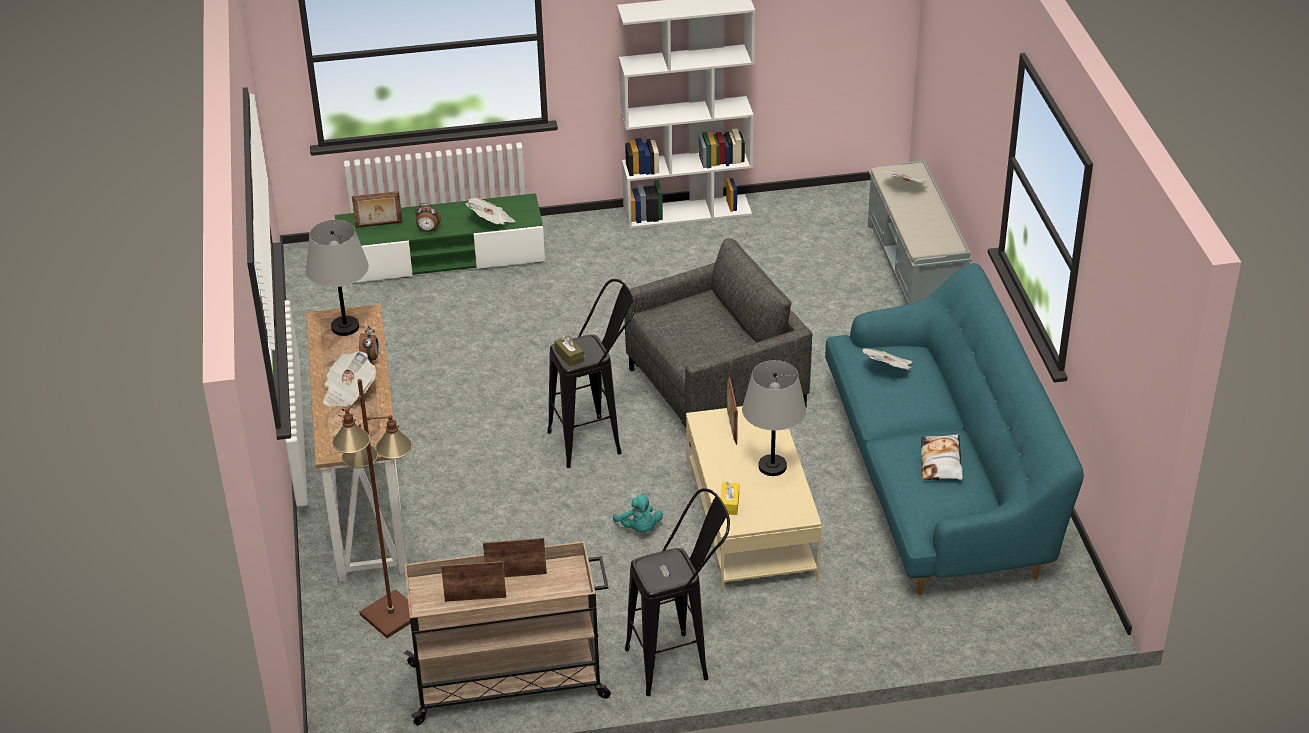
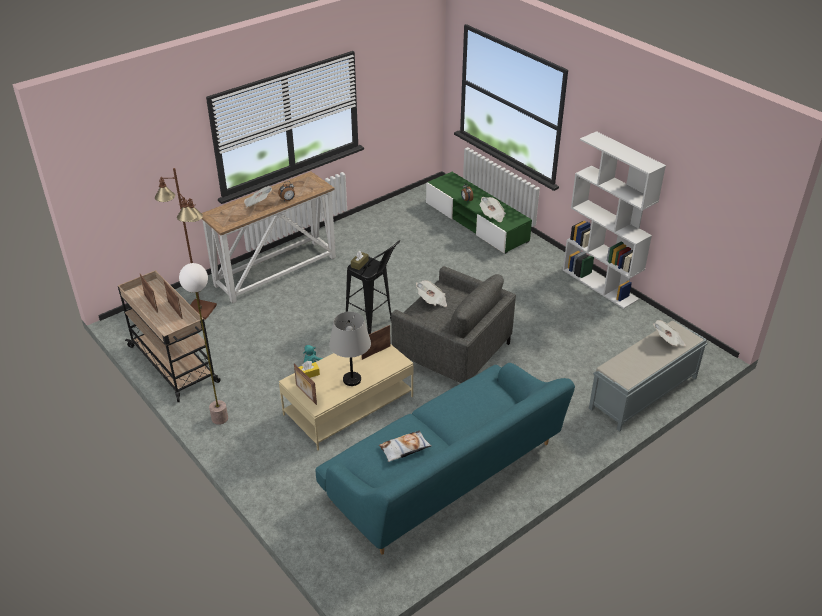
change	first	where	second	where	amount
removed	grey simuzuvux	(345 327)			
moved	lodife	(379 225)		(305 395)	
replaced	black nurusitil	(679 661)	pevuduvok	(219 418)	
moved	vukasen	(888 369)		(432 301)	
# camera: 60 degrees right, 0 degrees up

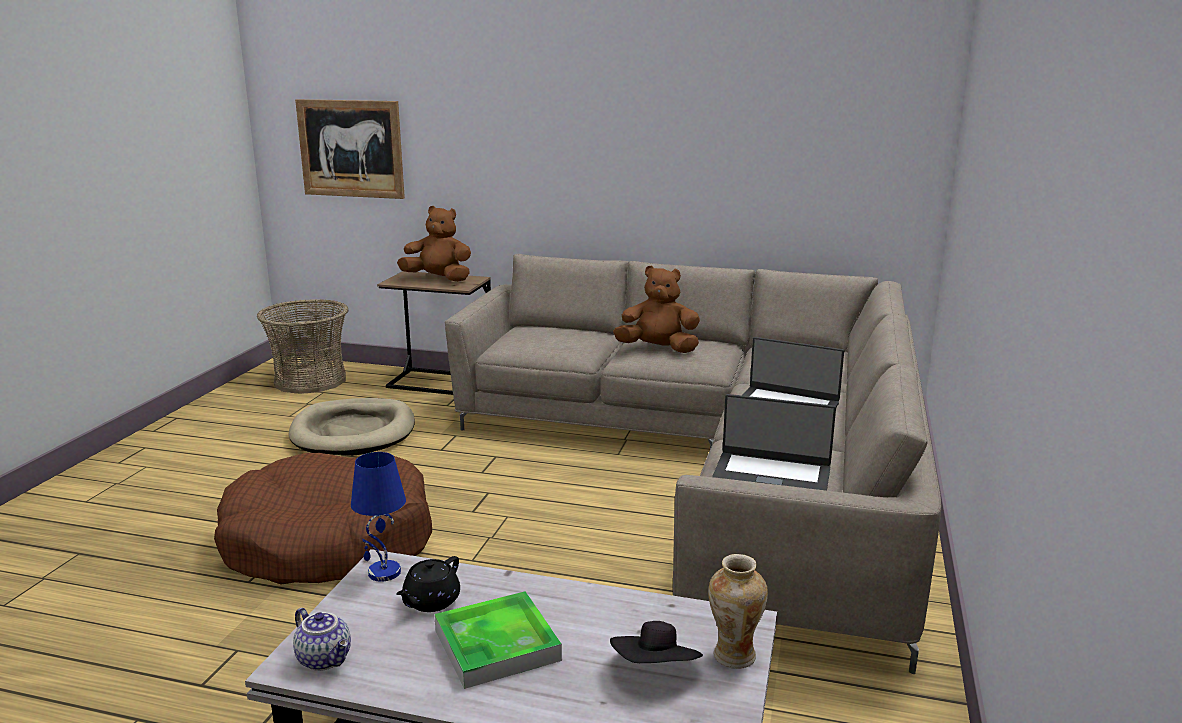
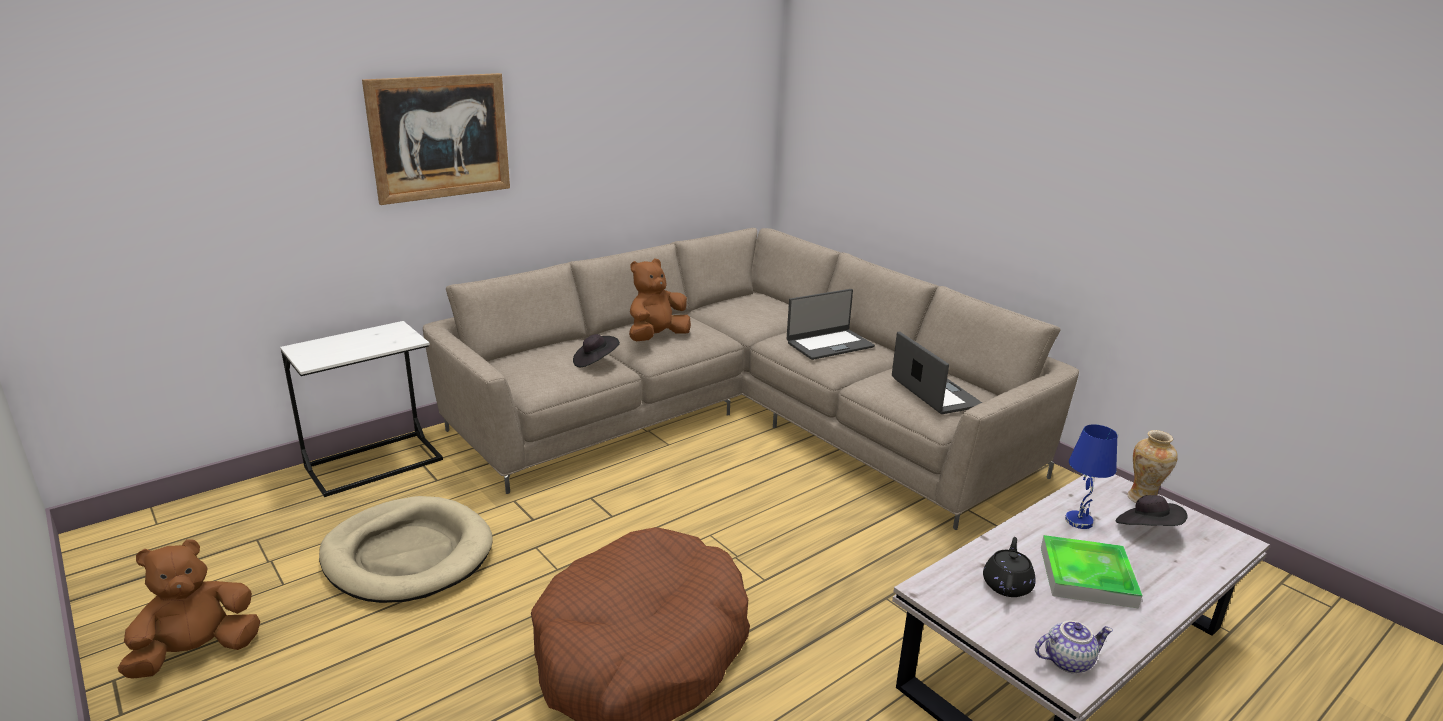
change	first	where	second	where	amount
removed	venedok	(310 380)			
moved	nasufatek	(351 148)		(440 137)	
moved	blue simuzuvux	(383 573)		(1079 521)	
recoloured	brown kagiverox	(441 383)	white kagiverox	(374 463)	
turned	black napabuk	(430 602)		(1007 584)	135 degrees counterclockwise
moved	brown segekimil	(438 279)		(197 653)	
turned	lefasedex	(771 474)		(934 393)	75 degrees counterclockwise
added			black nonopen	(595 362)	
# camera: 55 degrees left, 5 degrees up

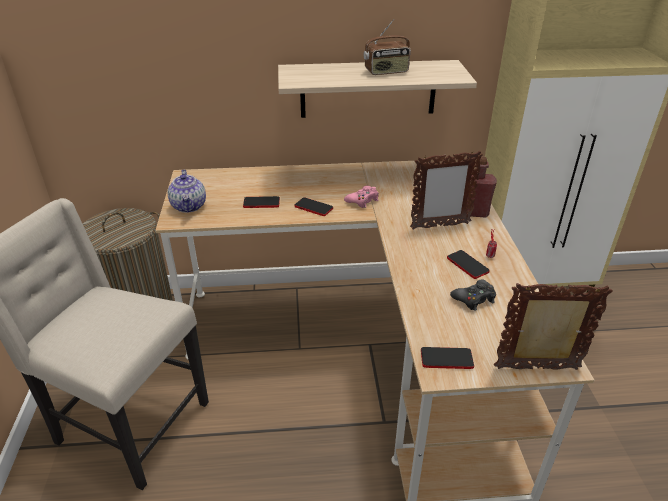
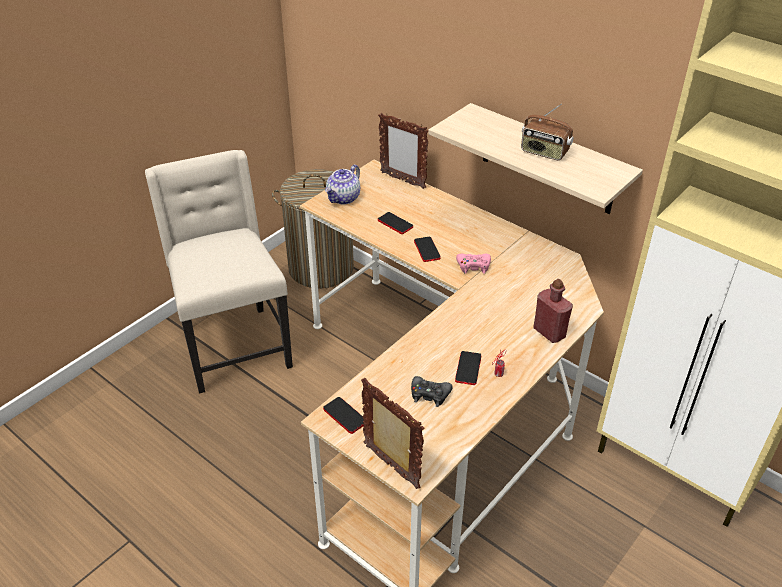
change	first	where	second	where	amount
moved	lodife	(439 226)		(402 180)	
# camera: 45 degrees right, 5 degrees up

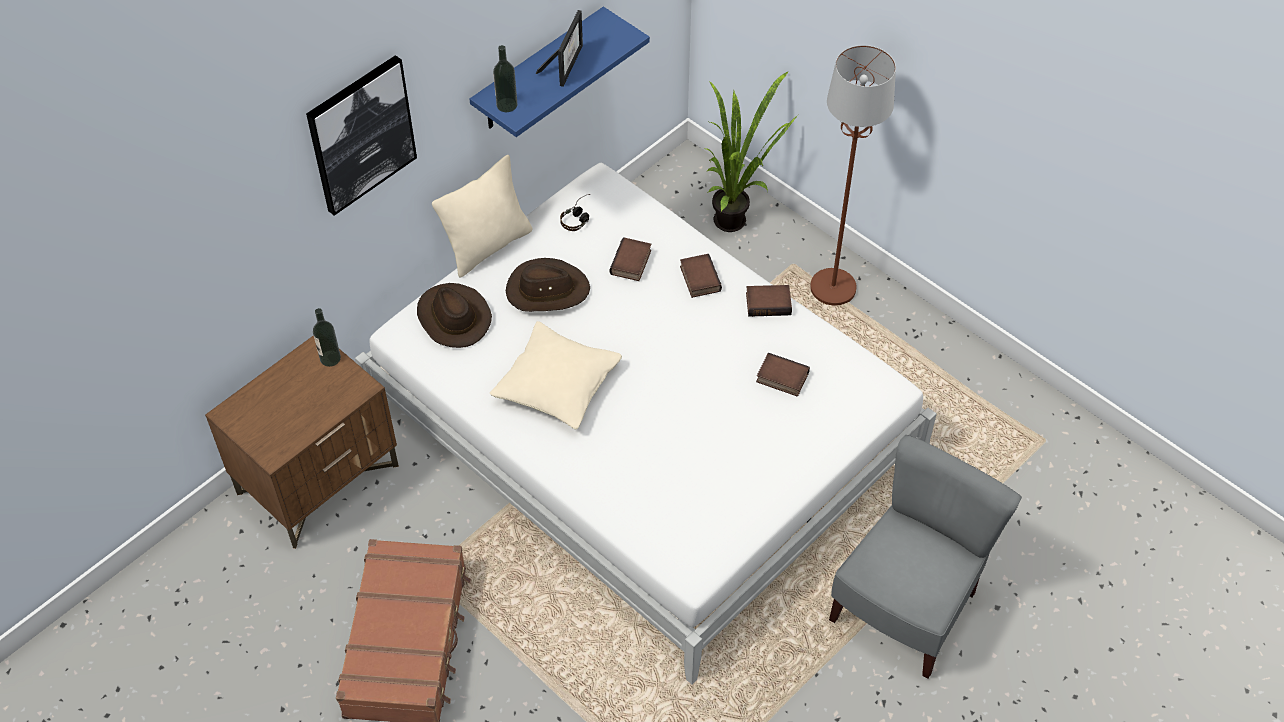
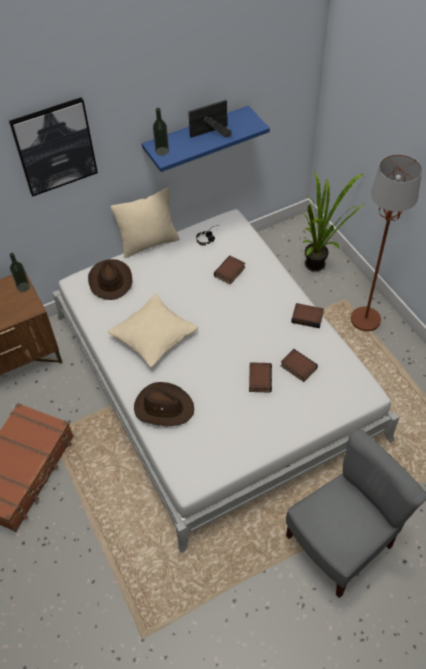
change	first	where	second	where	amount
moved	brown nonopen	(547 290)		(163 407)	
turned	lodife	(565 63)		(209 134)	150 degrees counterclockwise
moved	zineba	(698 278)		(259 379)	
# camera: 20 degrees right, 0 degrees up

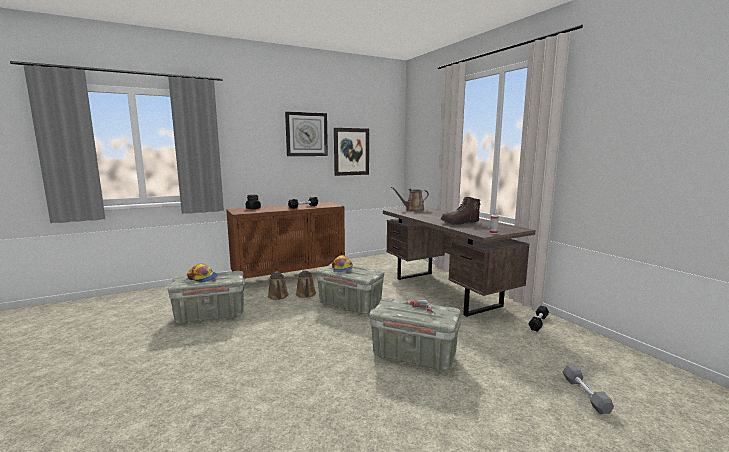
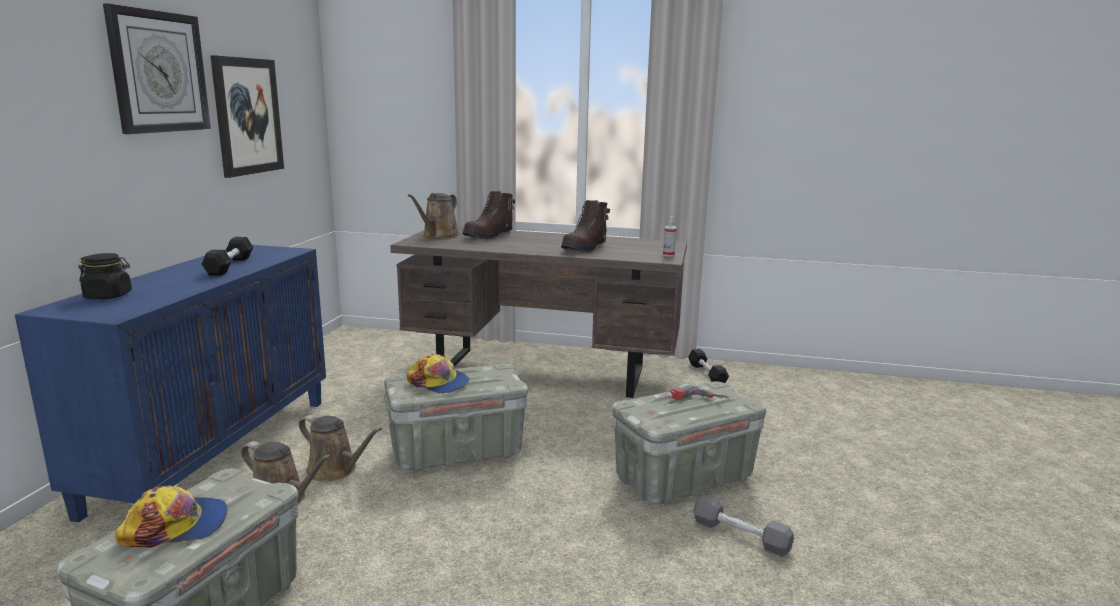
change	first	where	second	where	amount
recoloured	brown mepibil	(290 277)	blue mepibil	(215 451)	
moved	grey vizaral	(585 394)		(740 535)	
added			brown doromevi	(489 235)	
# camera: 50 degrees left, 5 degrees up

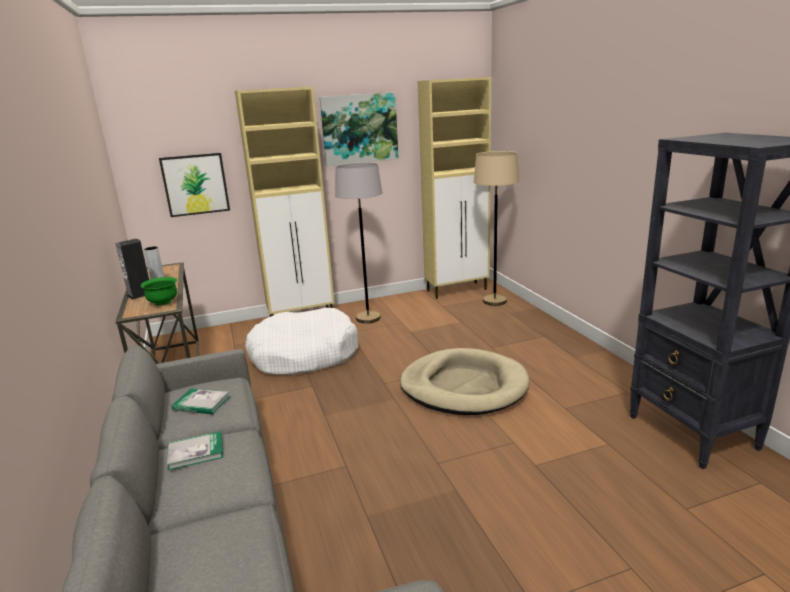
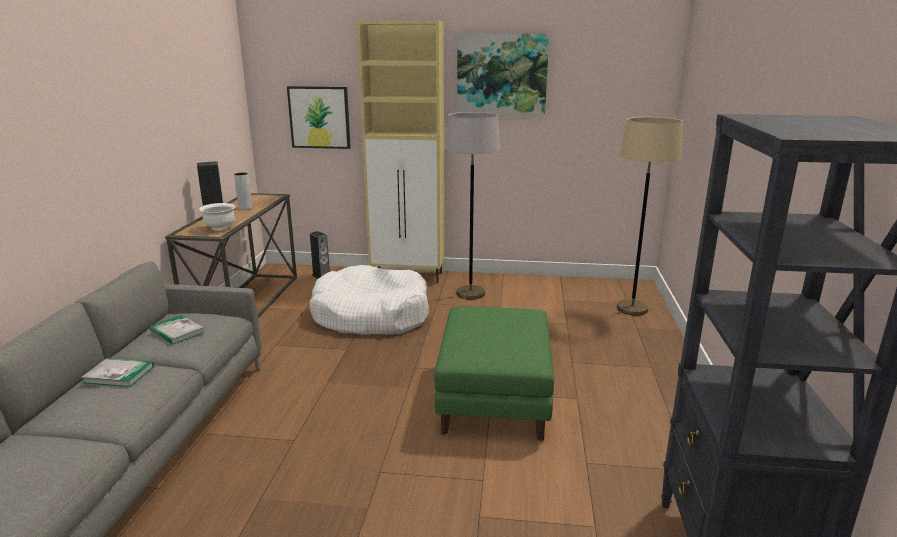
change	first	where	second	where	amount
recoloured	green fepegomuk	(163 302)	white fepegomuk	(220 228)	
replaced	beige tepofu	(463 386)	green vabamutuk	(493 397)	
removed	beige mepibil	(457 290)			
added			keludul	(321 276)	
# camera: 25 degrees right, 0 degrees up

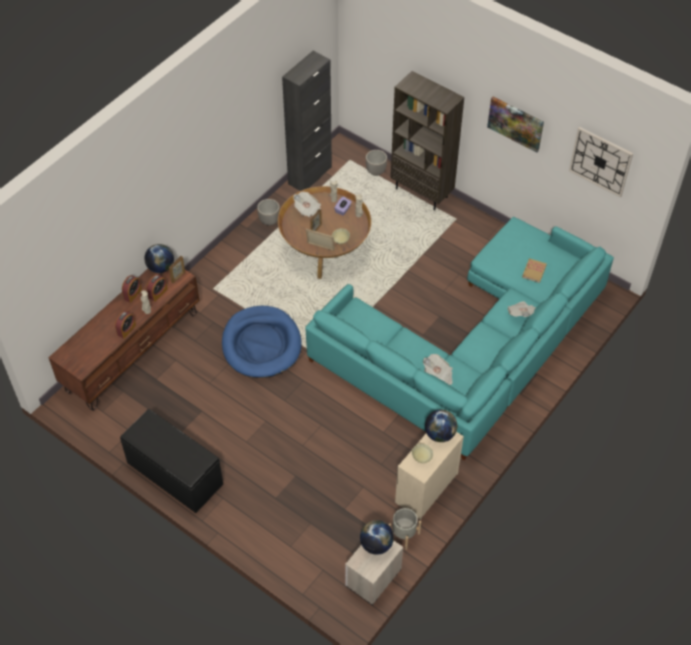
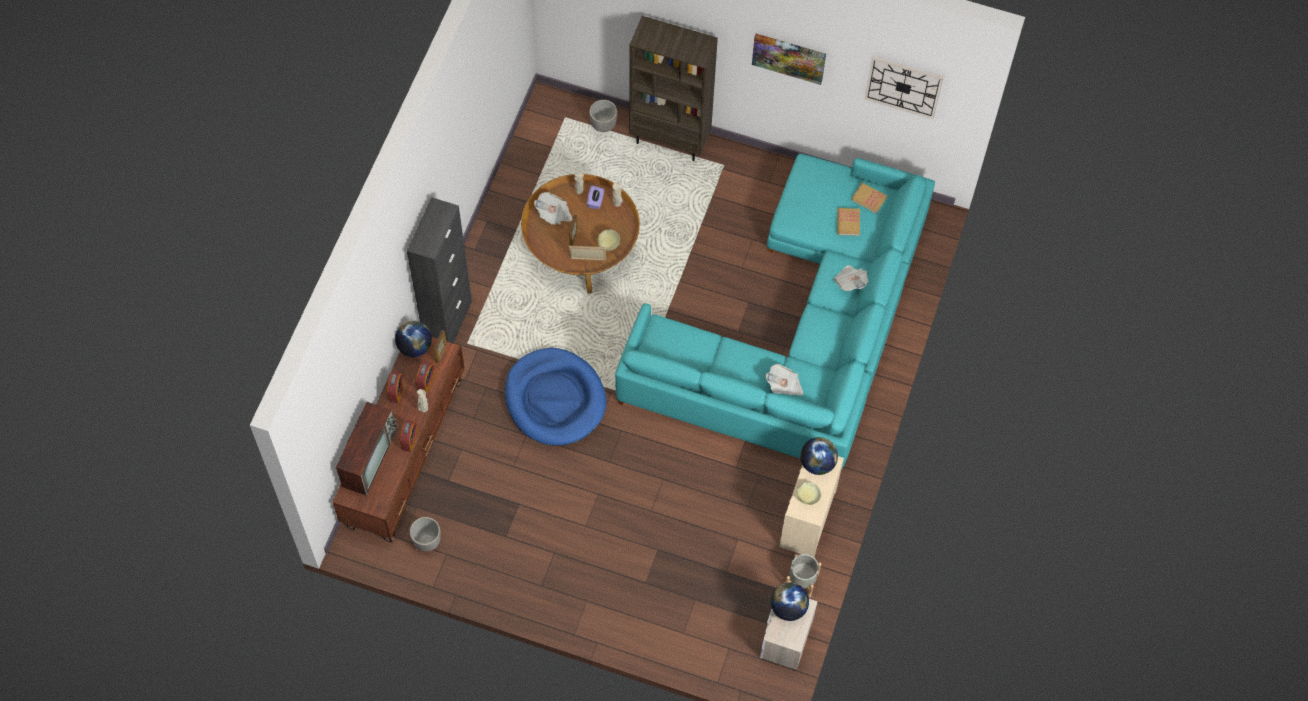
change	first	where	second	where	amount
removed	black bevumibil	(174 474)			
moved	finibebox	(269 221)		(427 542)	
moved	black mepibil	(310 175)		(448 322)	
added			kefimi	(369 457)	
added			zineba	(869 198)	
# camera: 20 degrees left, 10 degrees up

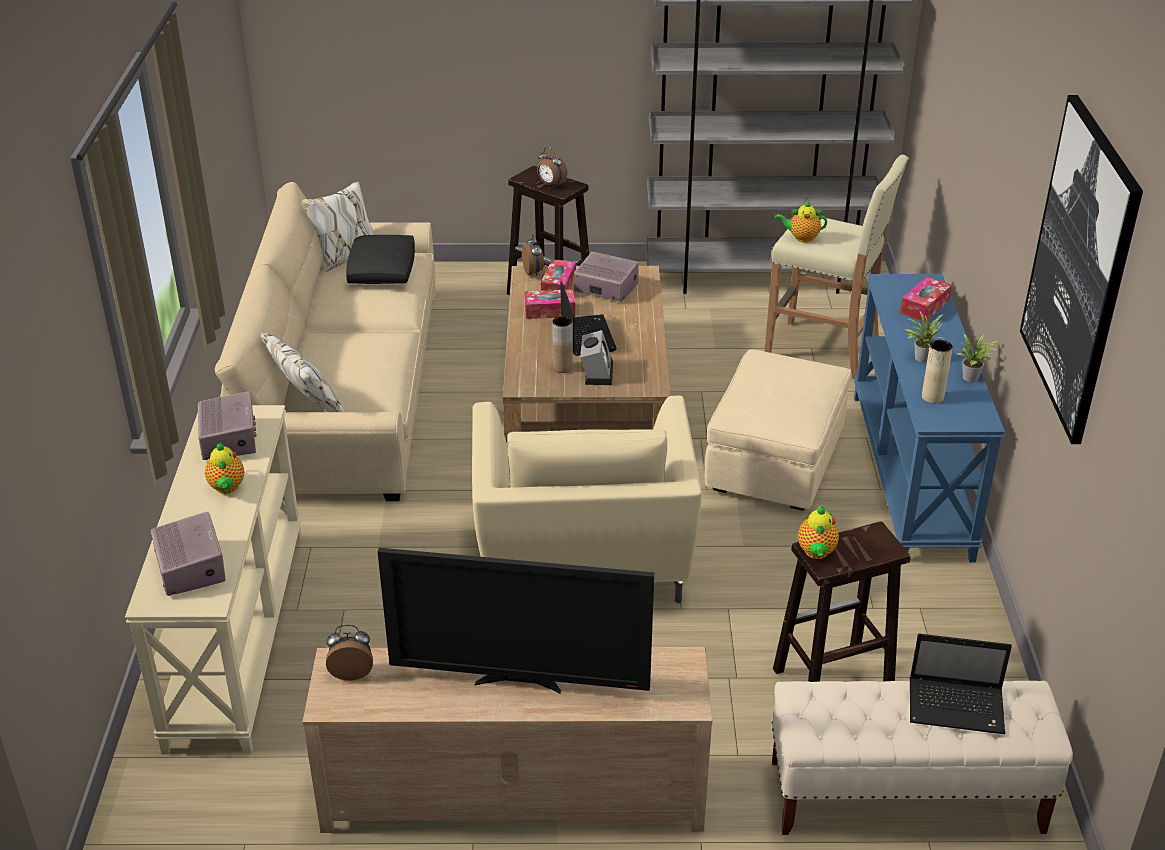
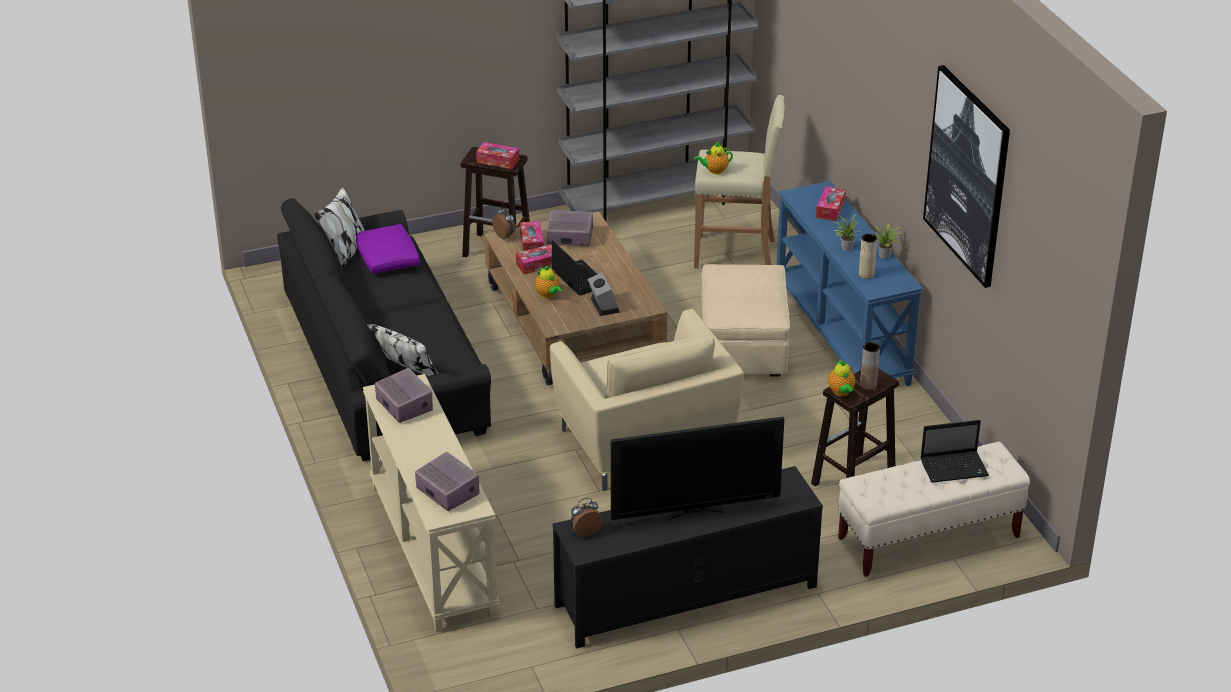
change	first	where	second	where	amount
moved	napabuk	(227 488)		(548 295)	
recoloured	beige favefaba	(343 391)	black favefaba	(384 362)	
recoloured	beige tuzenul	(512 793)	black tuzenul	(685 596)	
recoloured	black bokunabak	(382 270)	purple bokunabak	(387 258)	
replaced	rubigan	(551 184)	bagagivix	(498 161)	
moved	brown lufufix	(562 368)		(868 385)	
# camera: 20 degrees left, 0 degrees up

